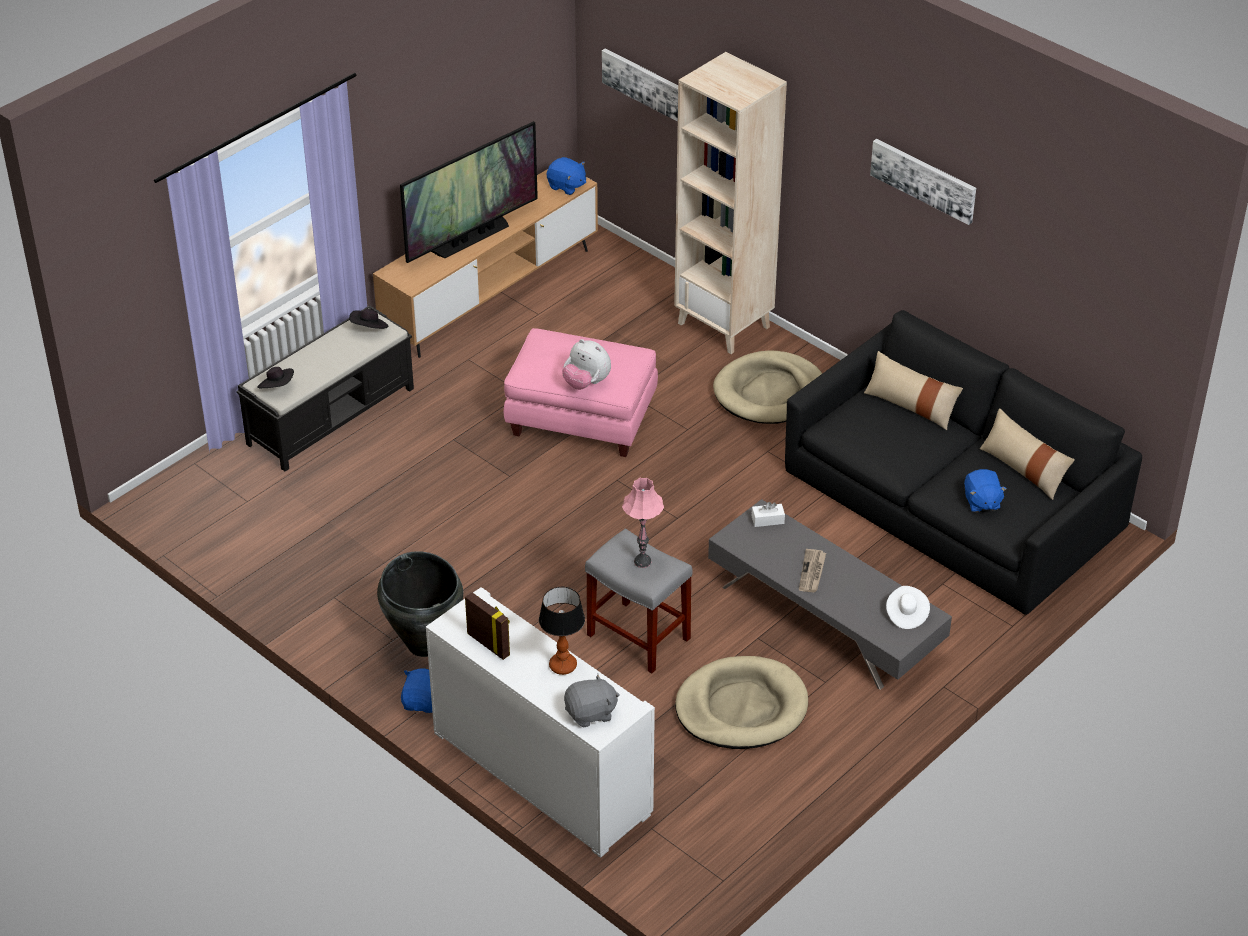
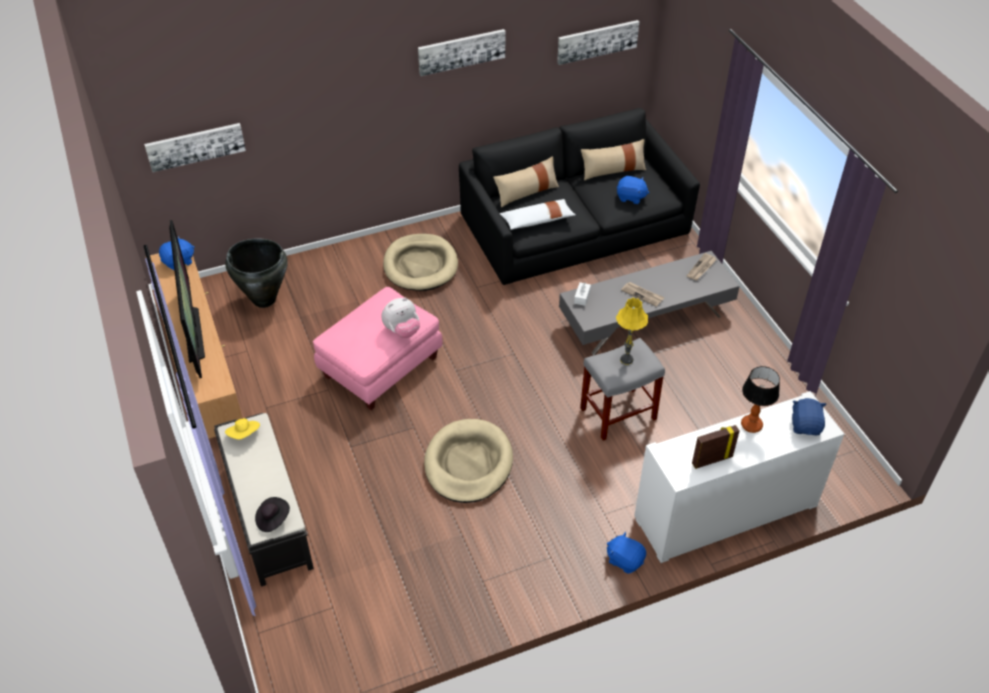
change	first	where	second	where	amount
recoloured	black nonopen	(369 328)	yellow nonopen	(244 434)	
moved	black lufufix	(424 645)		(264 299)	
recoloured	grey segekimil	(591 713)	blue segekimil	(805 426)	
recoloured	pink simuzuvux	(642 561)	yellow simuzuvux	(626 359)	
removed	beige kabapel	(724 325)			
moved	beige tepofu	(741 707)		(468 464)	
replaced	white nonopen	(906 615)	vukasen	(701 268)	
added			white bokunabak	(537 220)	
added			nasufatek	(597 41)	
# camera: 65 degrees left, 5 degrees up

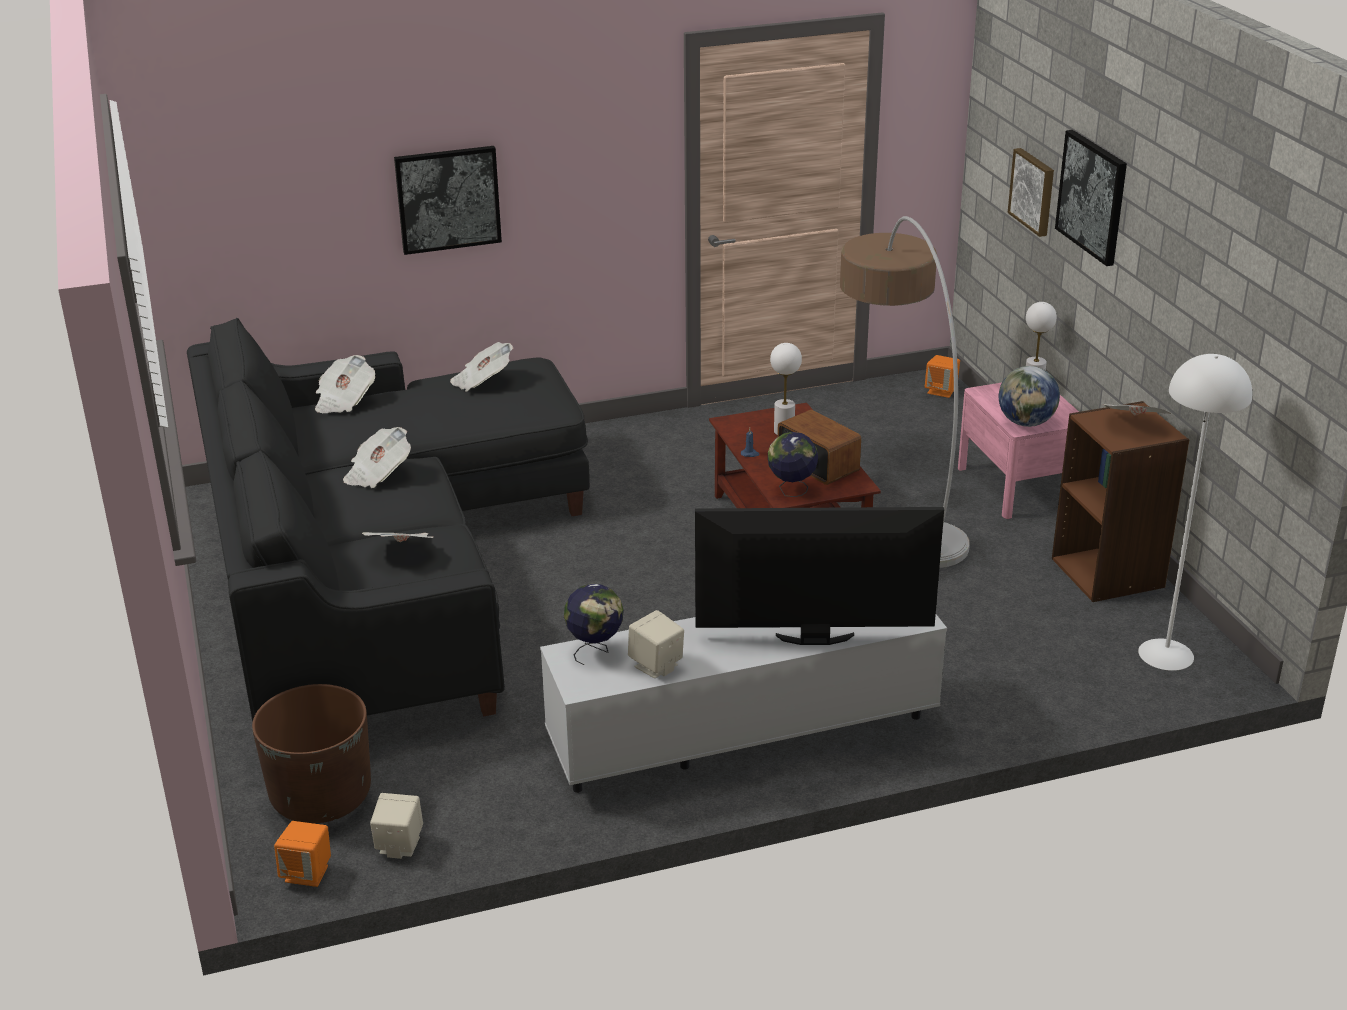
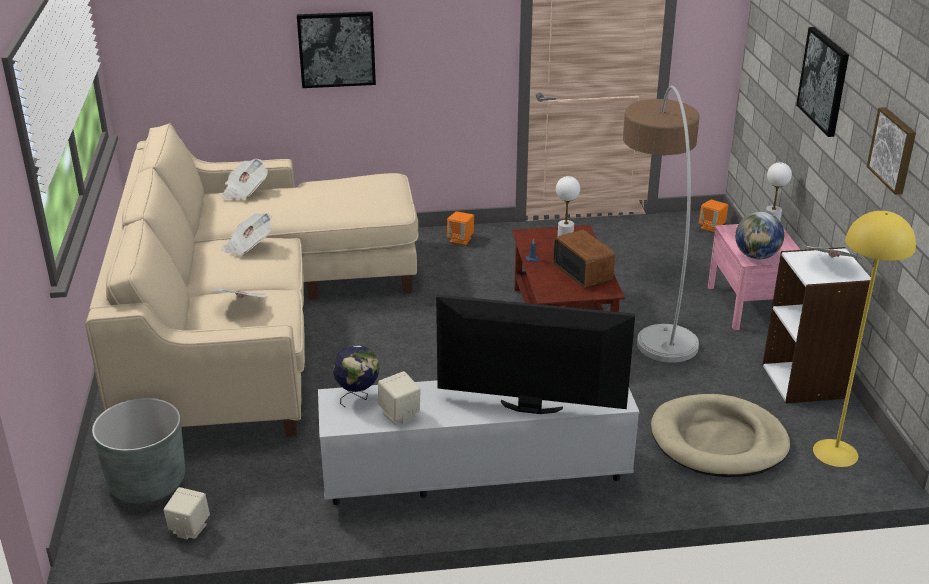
change	first	where	second	where	amount
recoloured	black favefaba	(384 573)	beige favefaba	(253 320)	
recoloured	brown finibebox	(321 796)	grey finibebox	(147 483)	
moved	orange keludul	(307 873)		(461 239)	
removed	vukasen	(482 382)			
removed	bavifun	(791 491)			
moved	nasufatek	(1033 191)		(894 150)	
recoloured	brown kabapel	(1108 573)	white kabapel	(806 381)	
recoloured	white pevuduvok	(1166 654)	yellow pevuduvok	(835 453)	
added			beige tepofu	(718 441)	
# camera: 10 degrees right, 0 degrees up

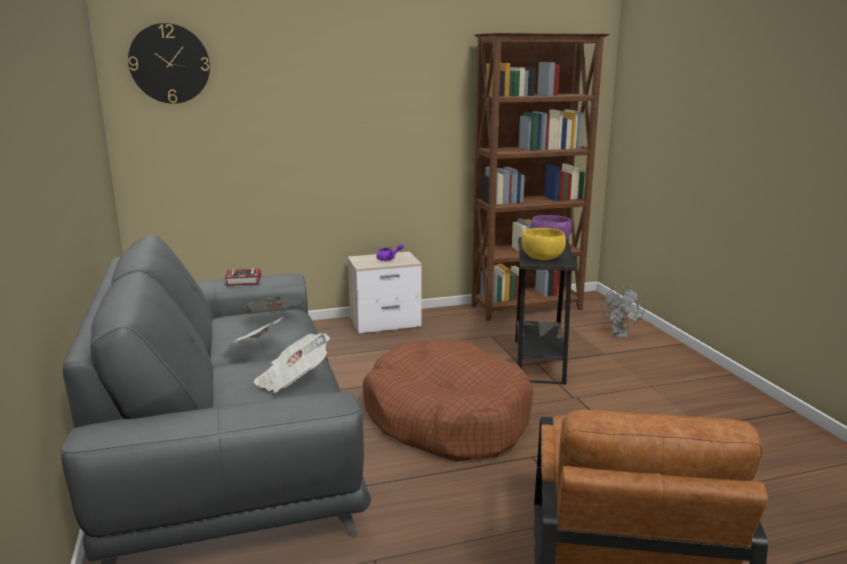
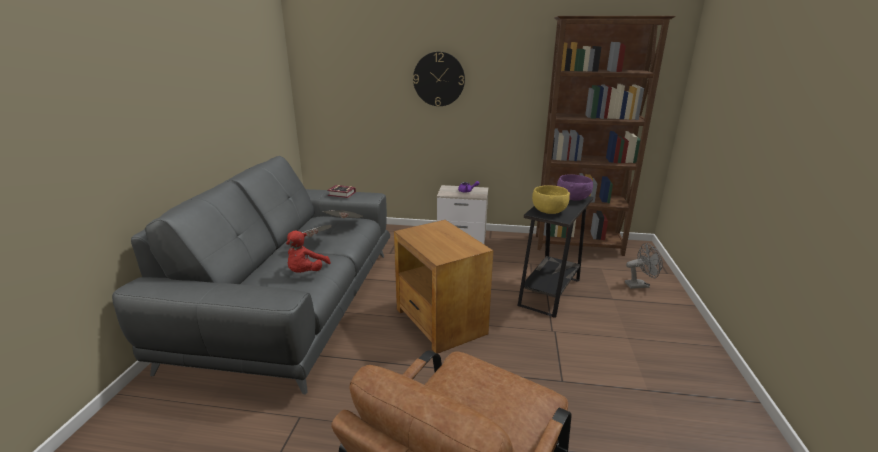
change	first	where	second	where	amount
moved	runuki	(169 63)		(439 79)	
replaced	vukasen	(292 380)	red segekimil	(306 273)	
replaced	brown tepofu	(446 418)	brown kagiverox	(440 322)	
turned	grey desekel	(620 335)		(640 285)	135 degrees counterclockwise
# camera: 25 degrees right, 5 degrees up

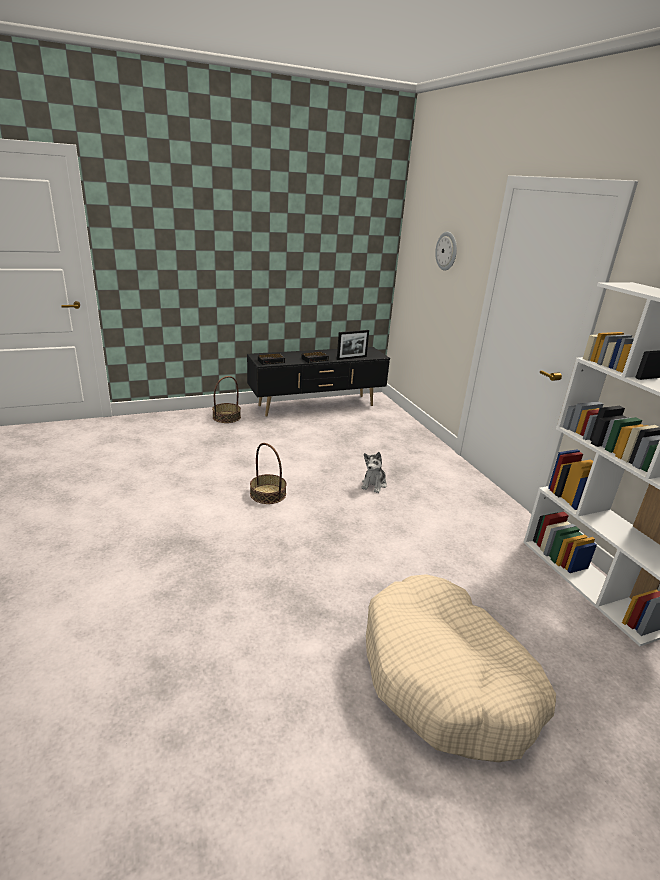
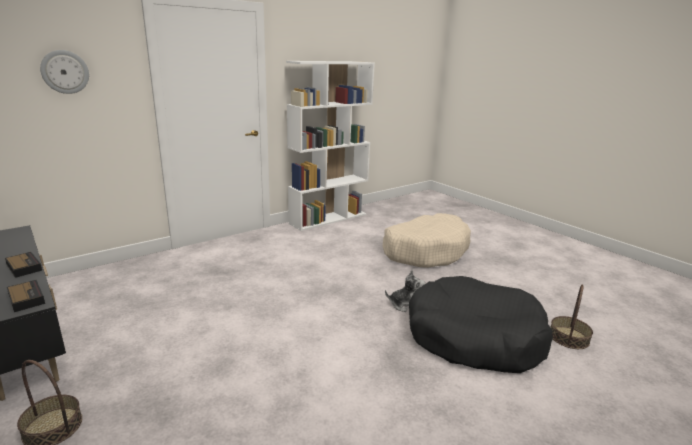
change	first	where	second	where	amount
moved	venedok	(268 494)		(568 337)	
removed	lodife	(351 358)			
moved	segekimil	(374 484)		(404 305)	
added			black tepofu	(473 337)	
# camera: 105 degrees left, 5 degrees down

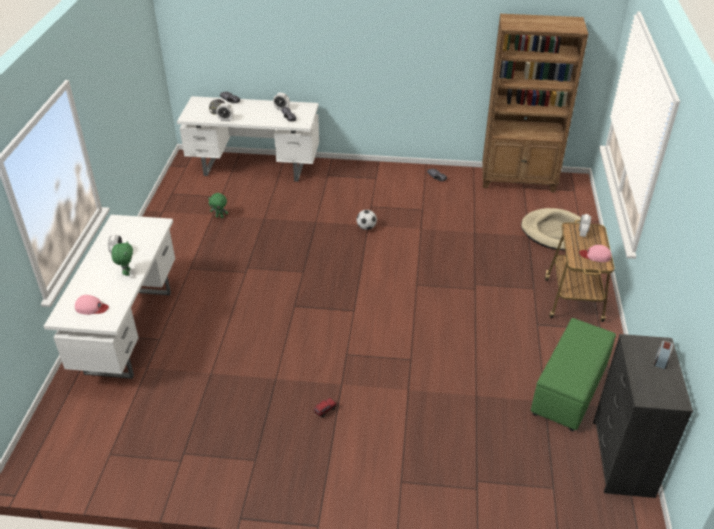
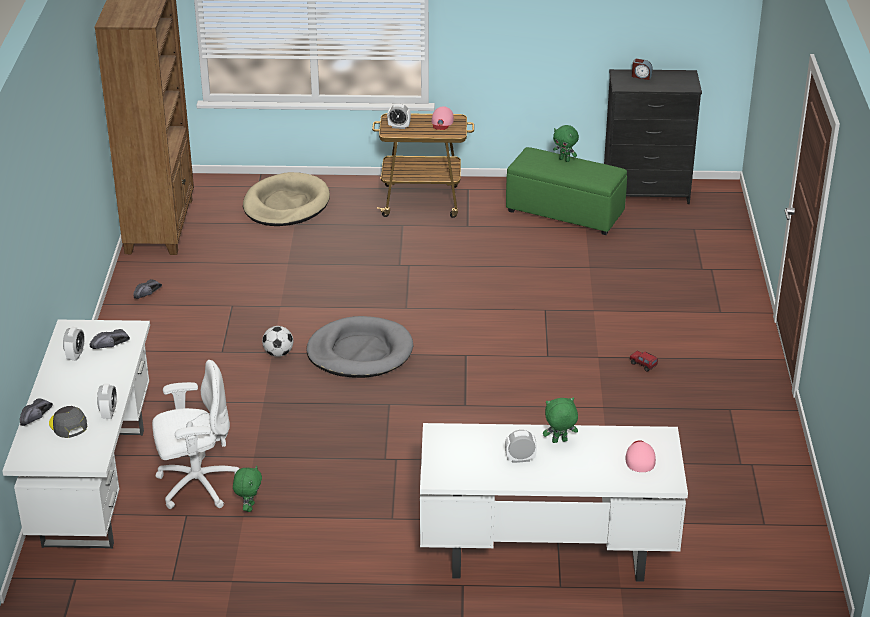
change	first	where	second	where	amount
added			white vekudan	(196 485)	
added			grey tepofu	(360 352)	
added			green segekimil	(565 160)	
# camera: 95 degrees left, 5 degrees down

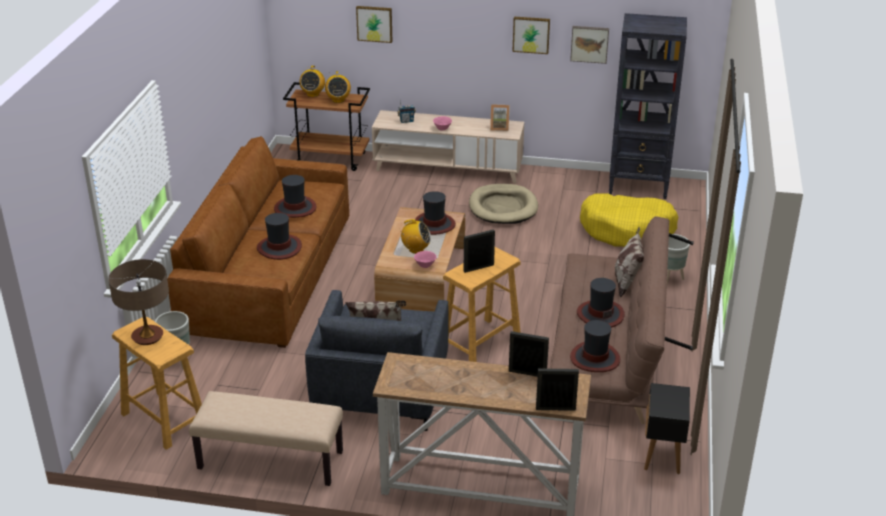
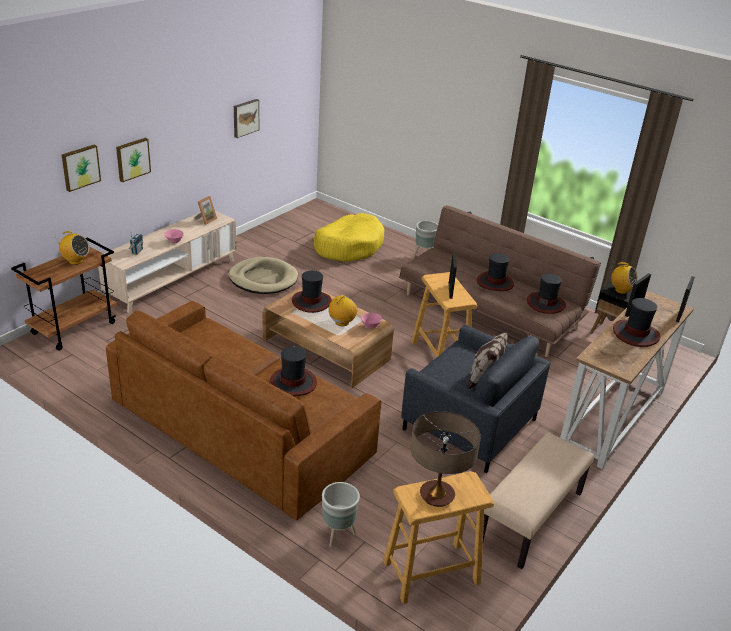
change	first	where	second	where	amount
moved	nonopen	(295 208)		(636 334)	
moved	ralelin	(313 94)		(621 290)	
moved	nasufatek	(531 34)		(132 159)	
removed	black kabapel	(639 186)			
removed	bokunabak	(627 282)			
# camera: 65 degrees left, 0 degrees up

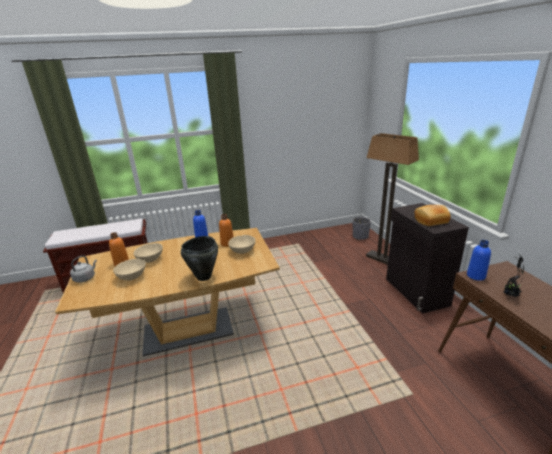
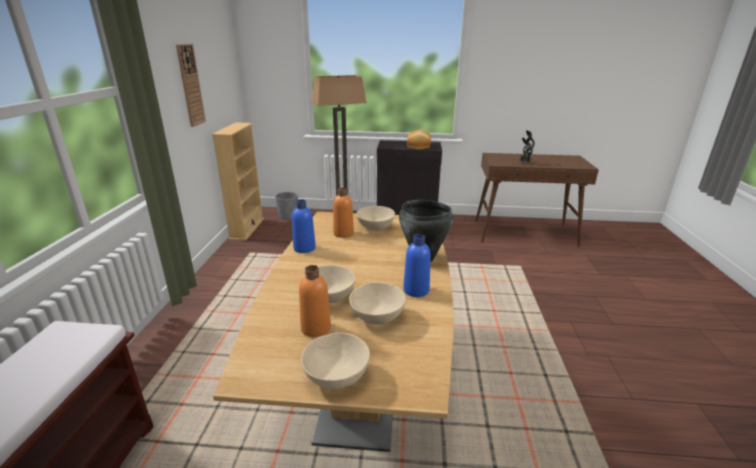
change	first	where	second	where	amount
replaced	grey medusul	(85 278)	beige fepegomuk	(336 376)	
moved	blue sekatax	(476 276)		(416 290)	
added			runuki	(190 85)	
added			beige kabapel	(247 229)	
# camera: 70 degrees left, 0 degrees up

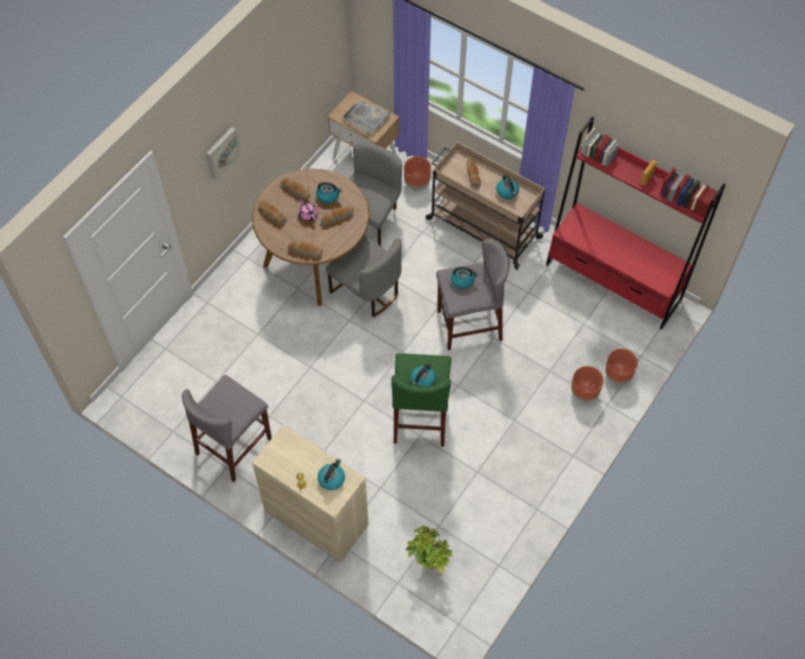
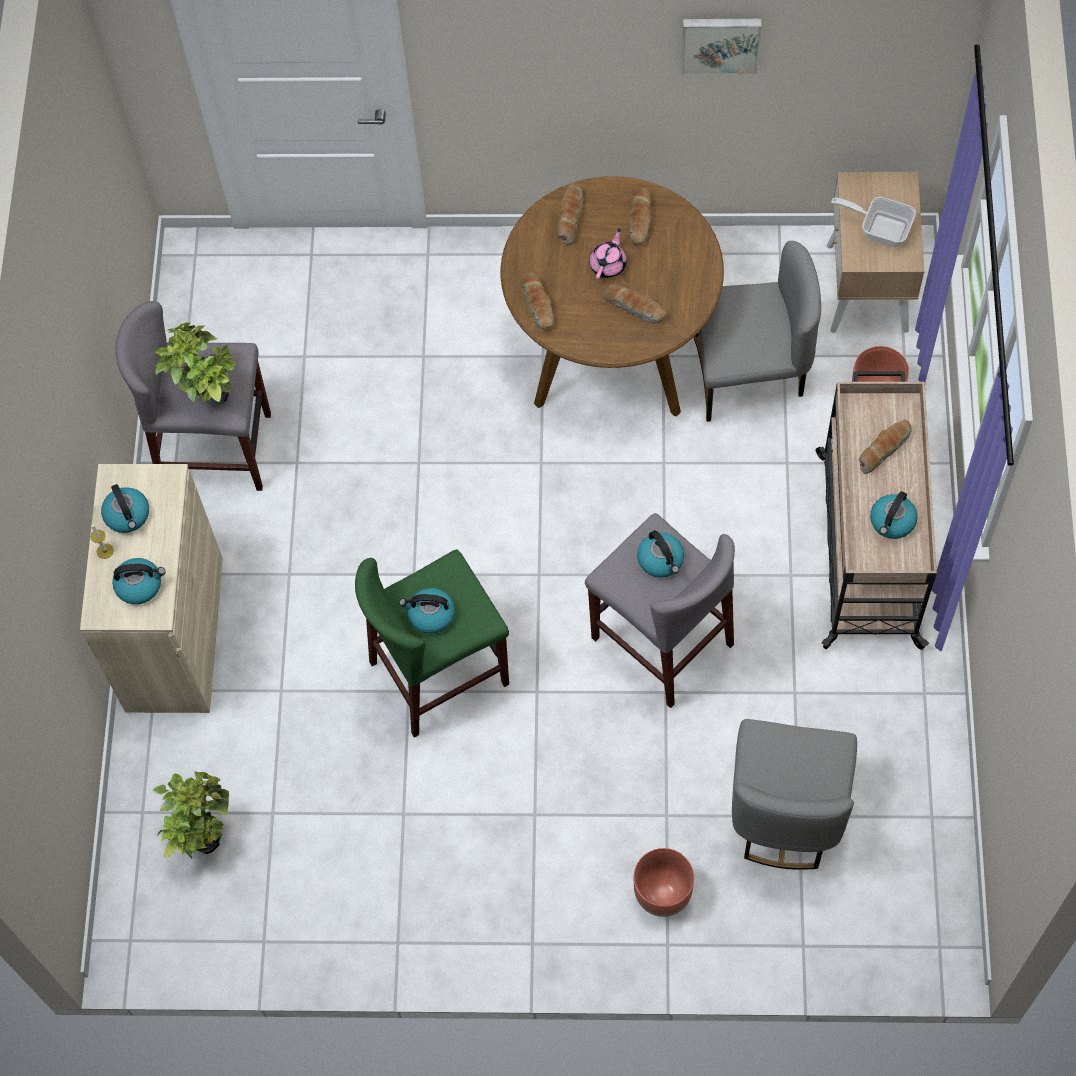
change	first	where	second	where	amount
moved	nasufatek	(221 152)		(720 43)	
moved	medusul	(328 196)		(128 515)	
moved	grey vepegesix	(366 291)		(786 812)	
replaced	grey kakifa	(366 118)	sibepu	(879 228)	
removed	red kabapel	(613 282)			
removed	brown finibebox	(618 376)			
added			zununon	(209 396)	
# camera: 60 degrees right, 5 degrees up

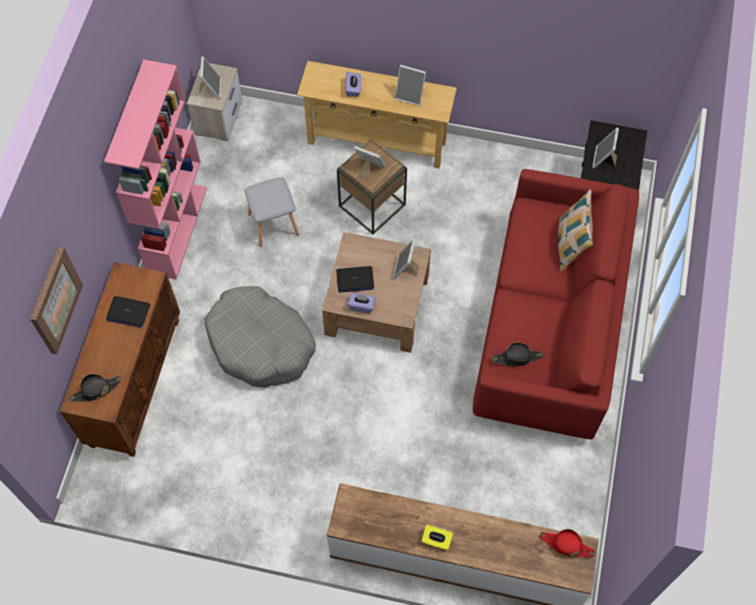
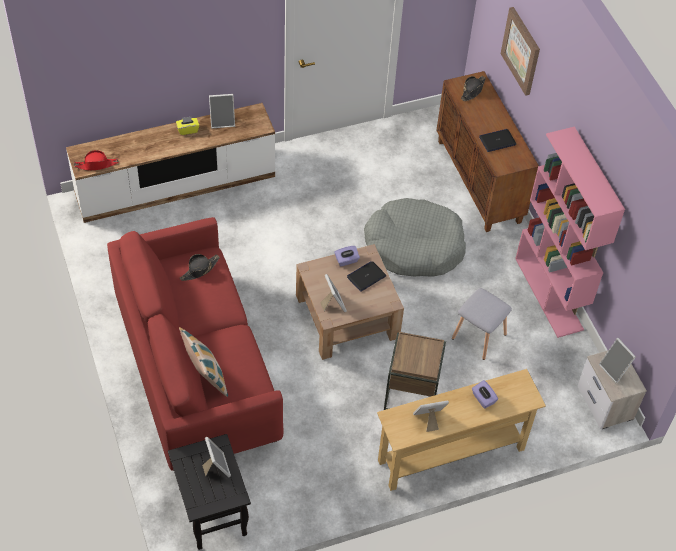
change	first	where	second	where	amount
moved	lodife	(368 168)		(222 121)	
# camera: 145 degrees right, 10 degrees down

